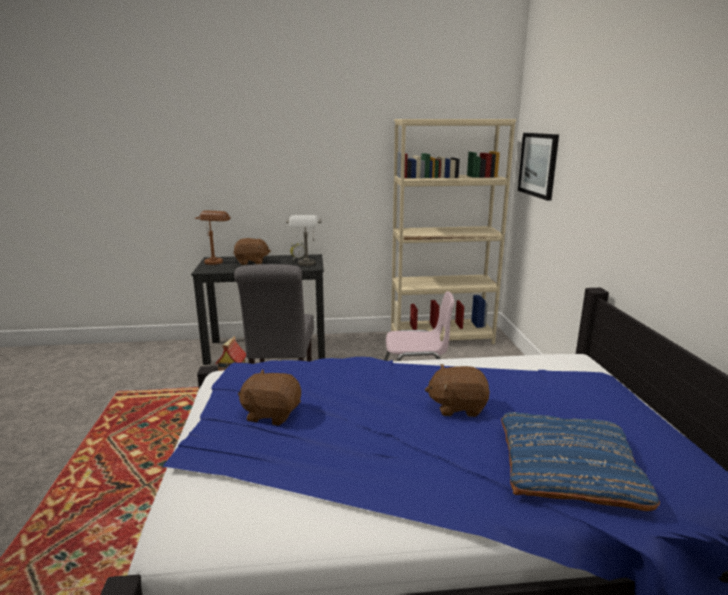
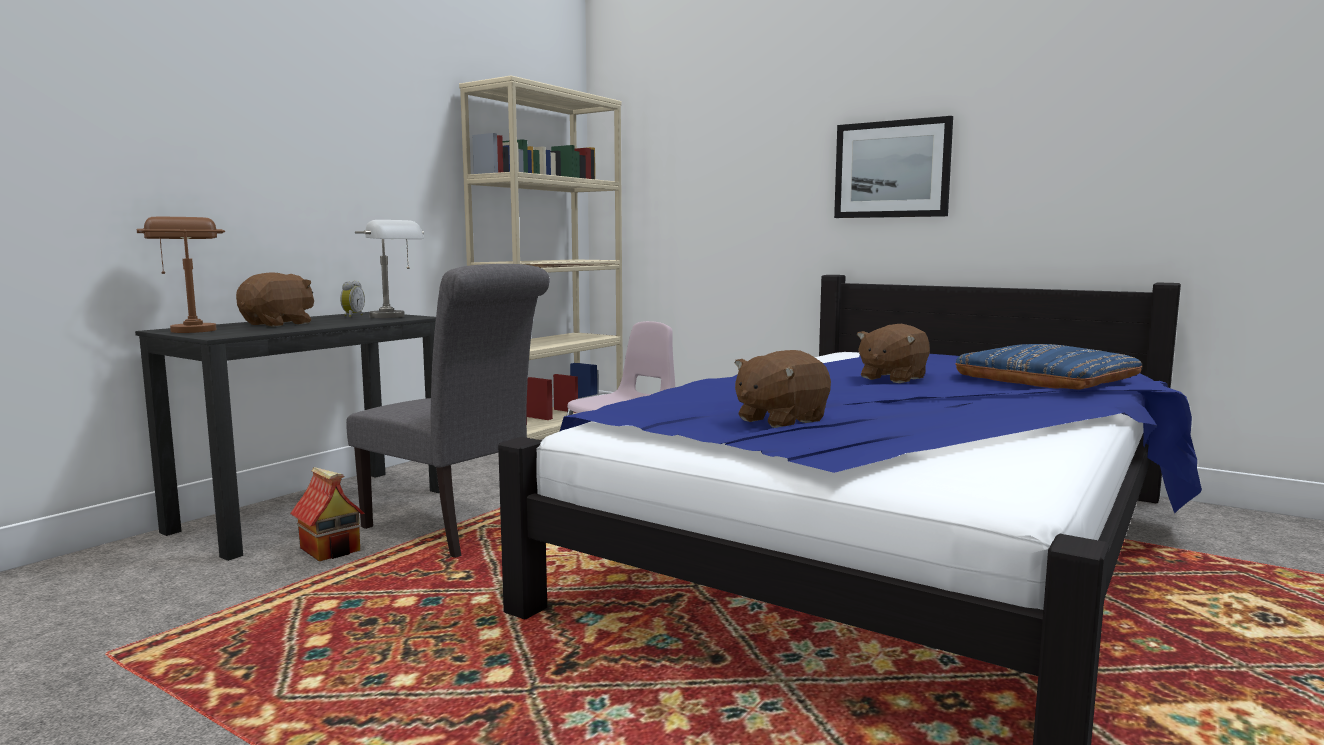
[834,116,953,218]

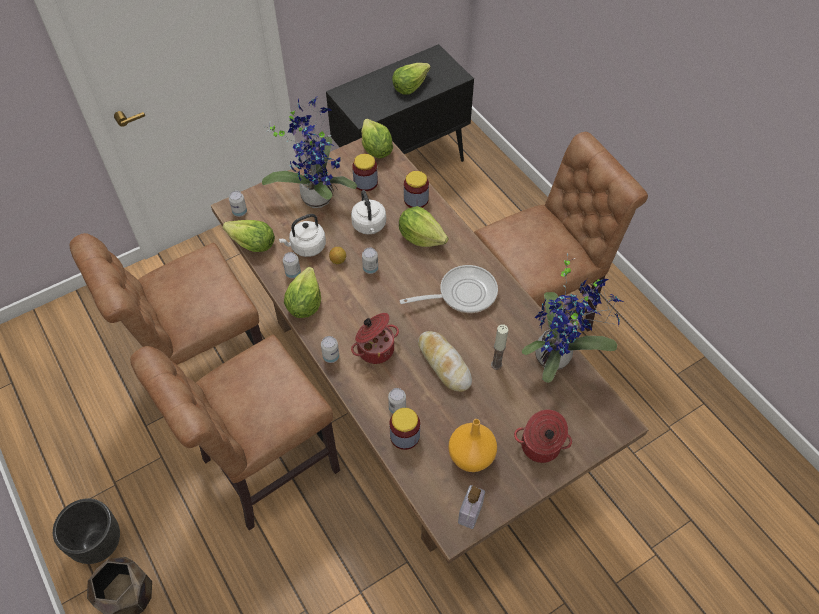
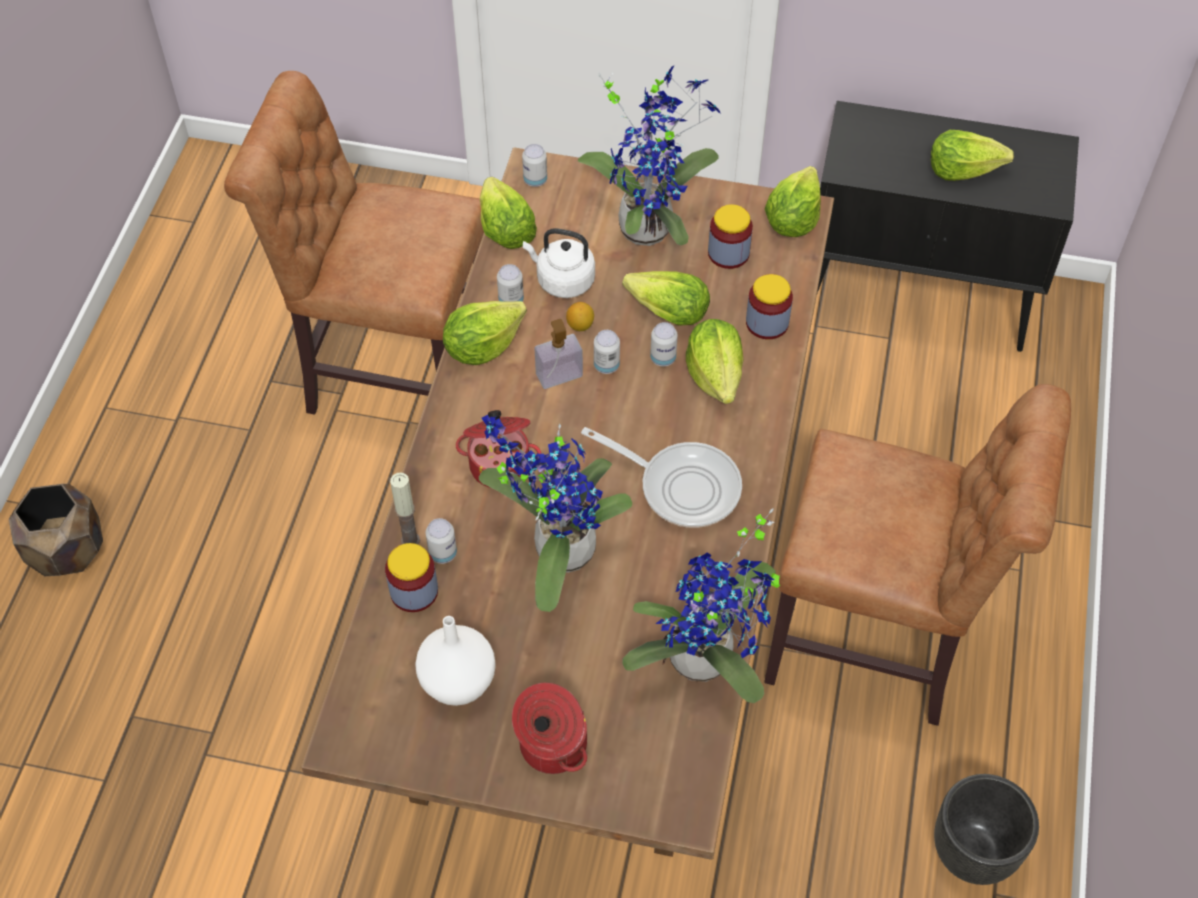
[934,774,1039,885]
[130,334,340,530] (first image)
[650,322,678,367]
[622,271,710,325]
[479,415,632,612]
[415,616,496,706]
[534,319,583,389]
[390,472,420,545]

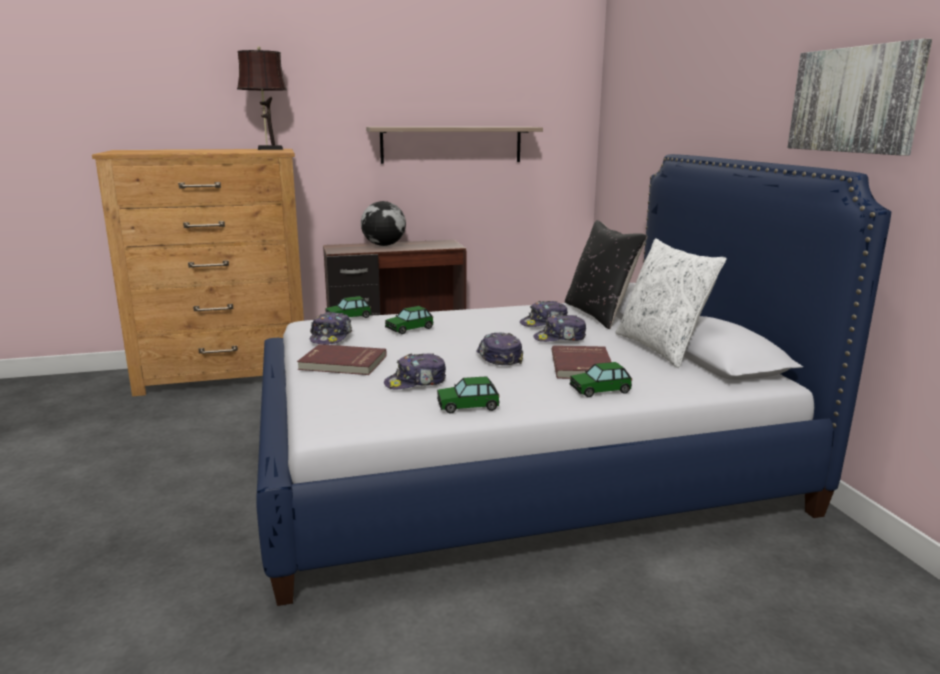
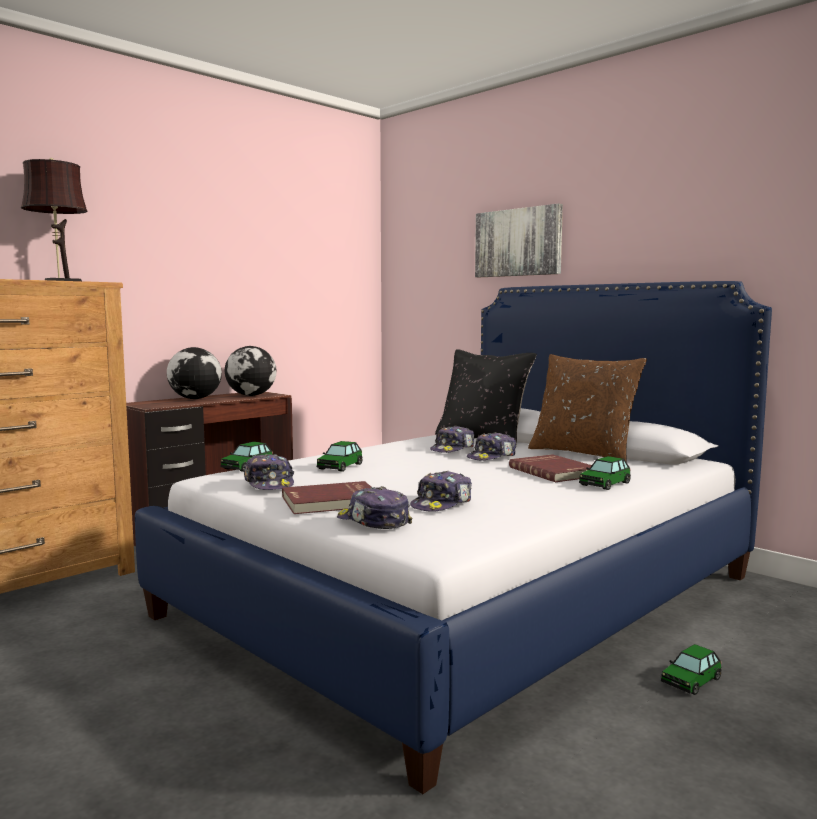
[366,127,543,164] (first image)
[661,644,721,695]
[337,486,412,529]
[528,354,647,462]
[475,203,563,277]
[225,346,277,396]

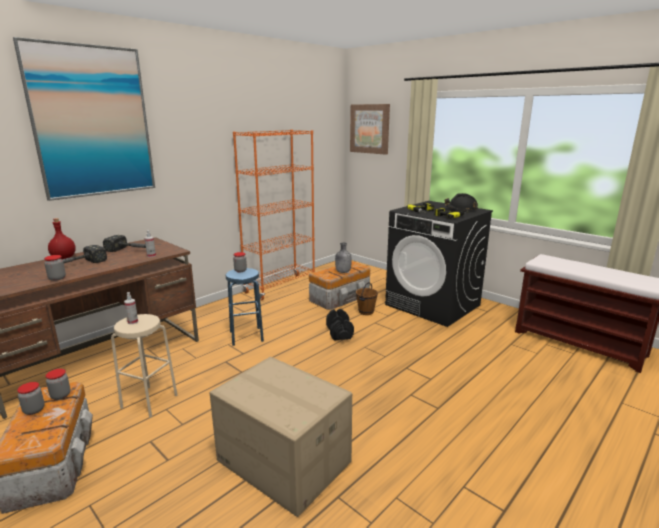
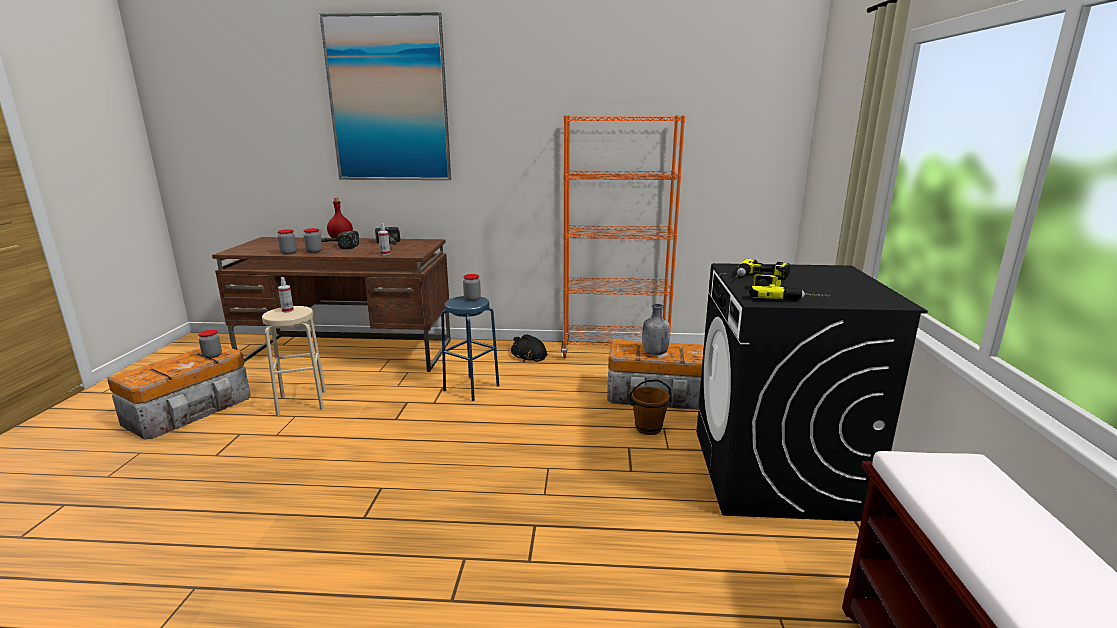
[303,228,322,253]
[210,357,352,517] (first image)
[326,309,354,341] (first image)
[350,104,390,155] (first image)
[511,334,547,362]

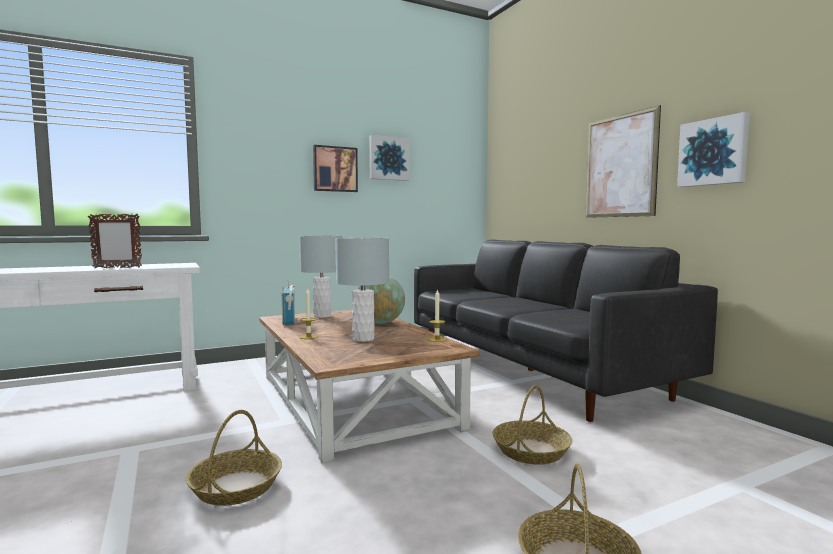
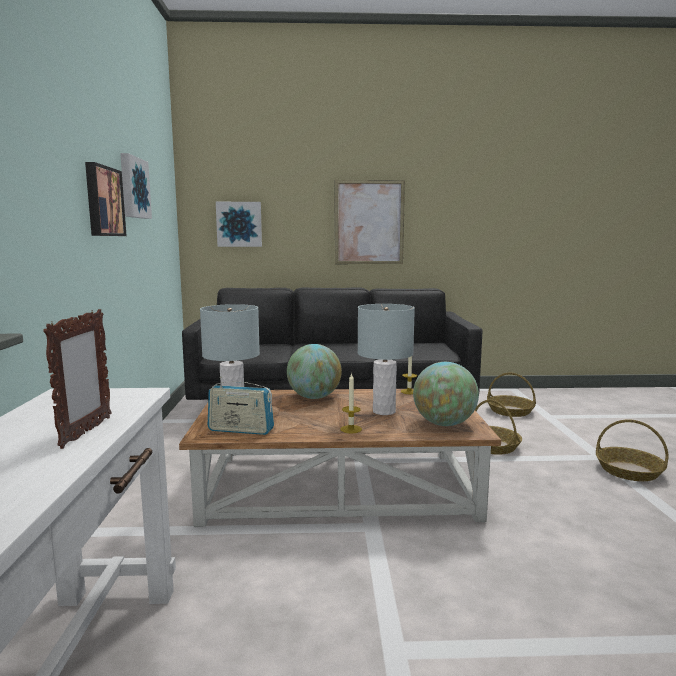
[487,373,536,417]
[216,202,262,247]
[413,362,479,426]

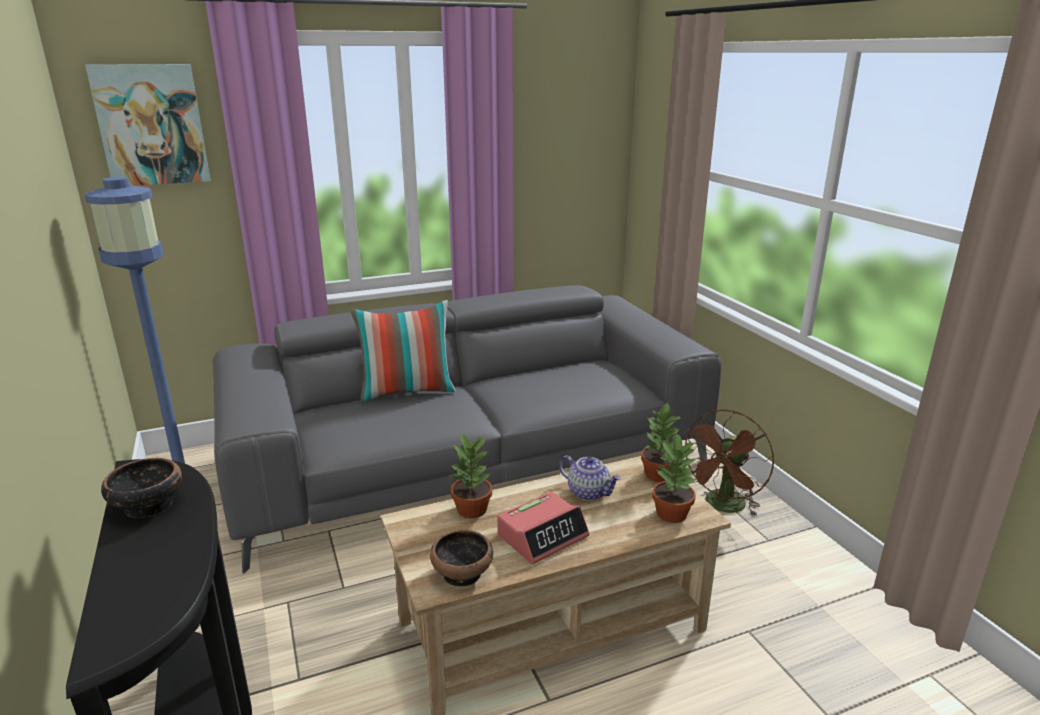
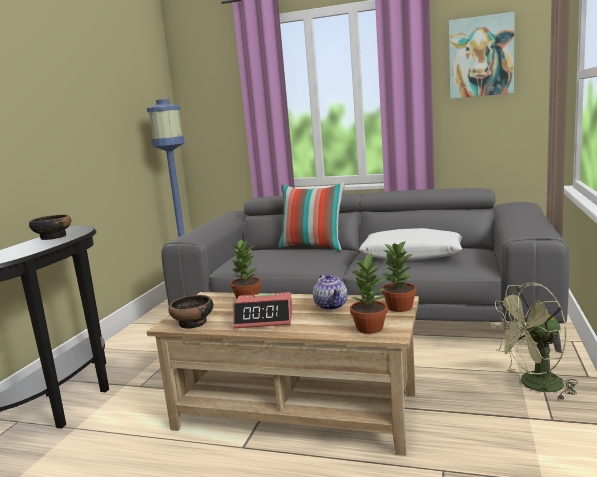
[449,12,515,99]
[491,283,578,401]
[359,228,462,260]

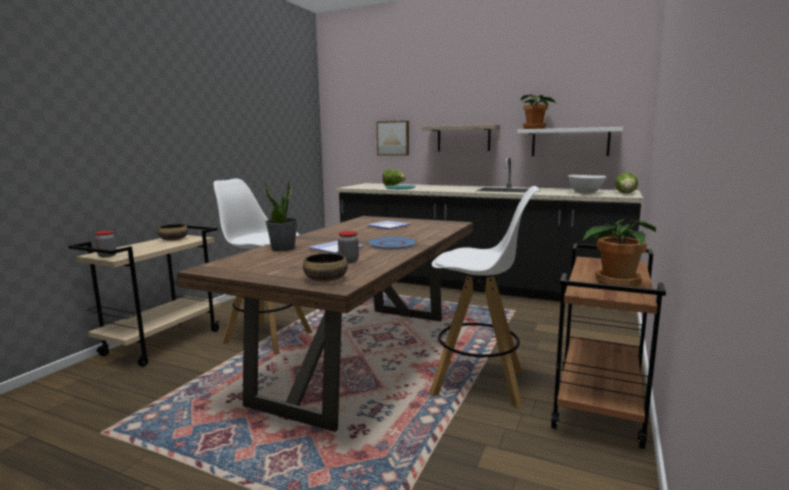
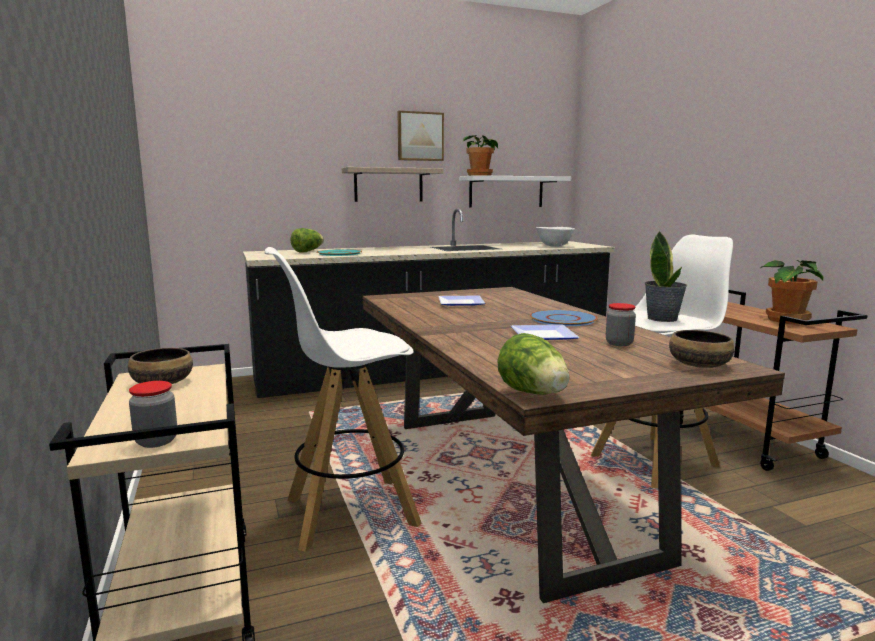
[645,230,687,322]
[398,111,444,161]
[497,333,569,395]

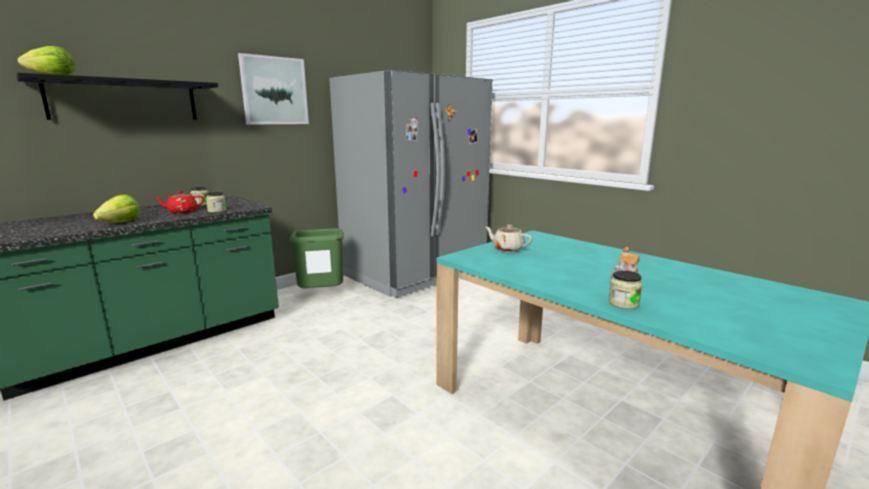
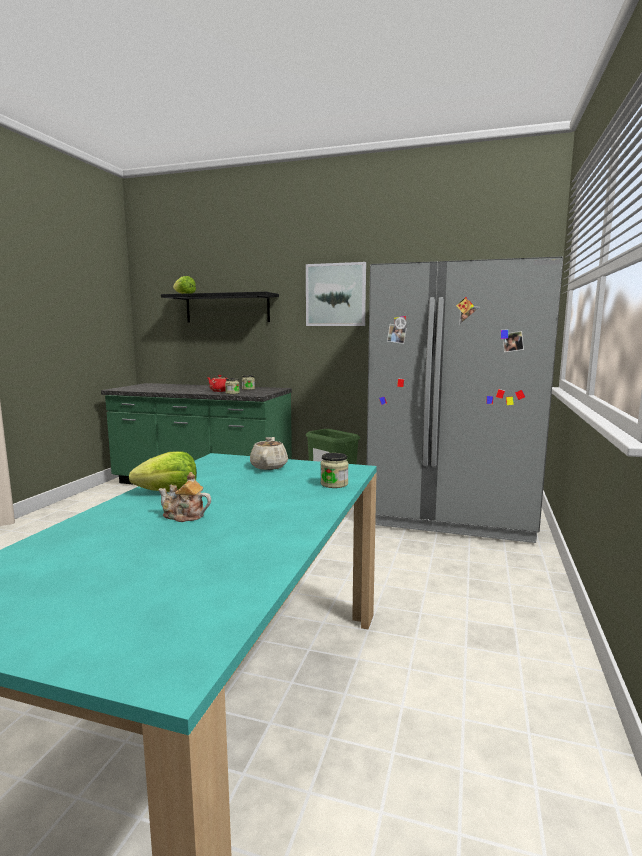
[129,451,197,492]
[321,453,348,488]

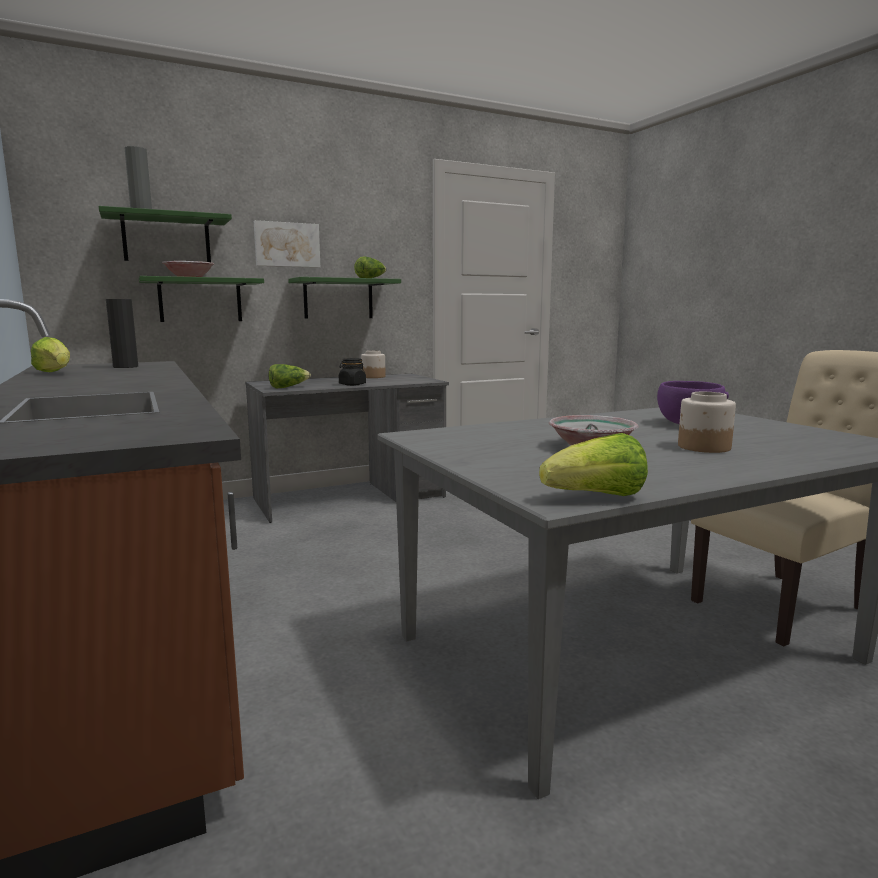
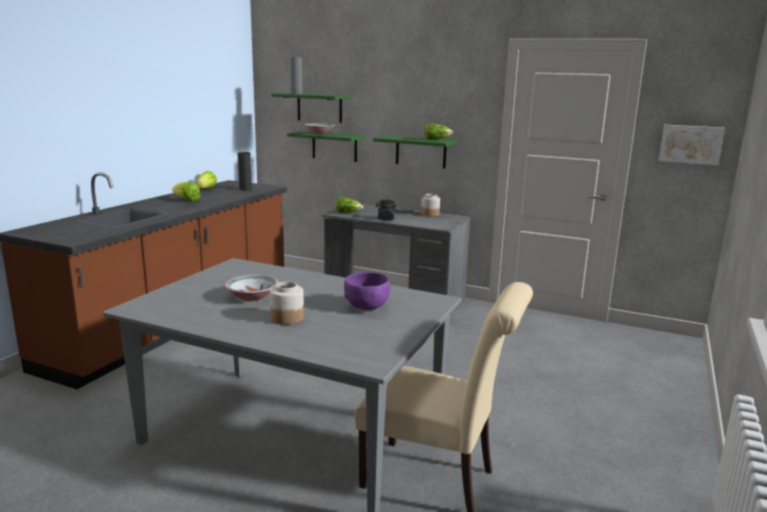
[658,125,725,165]
[172,182,201,201]

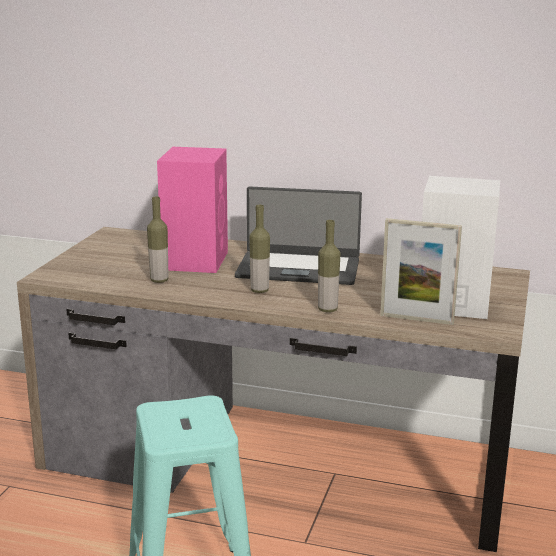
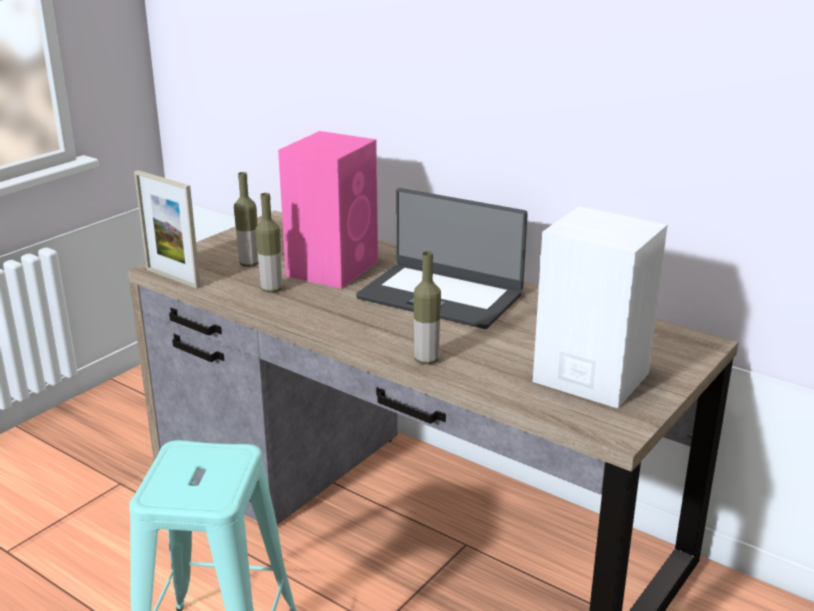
[234,172,259,267]
[134,170,201,289]

